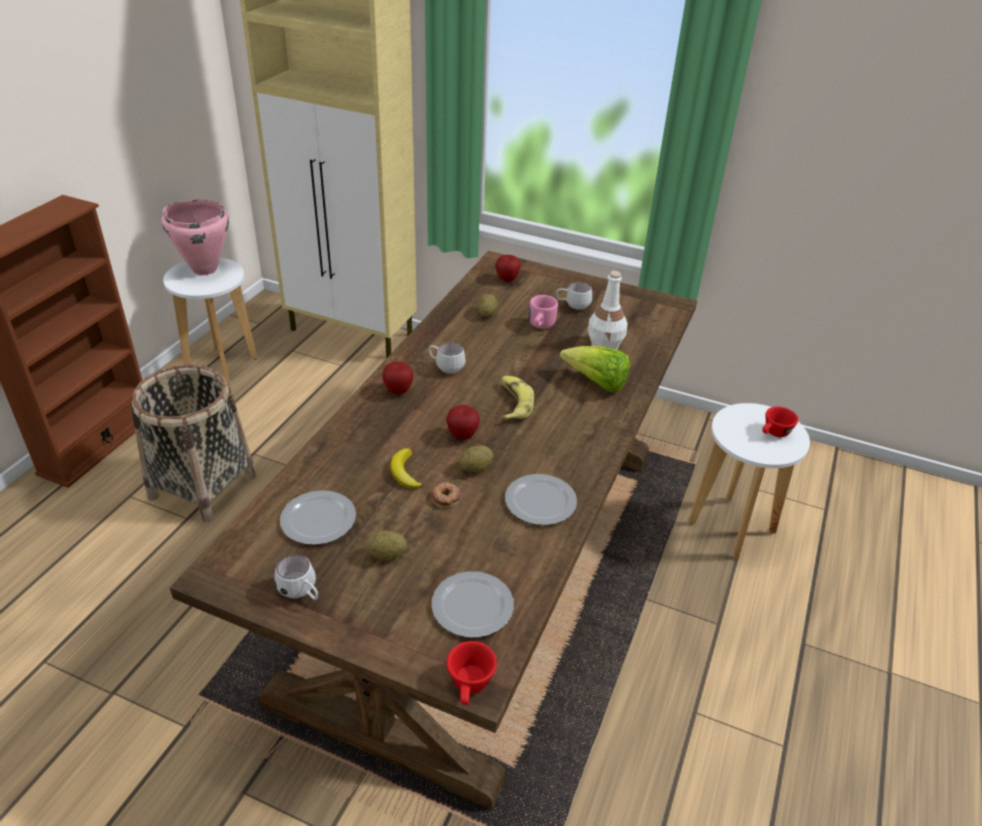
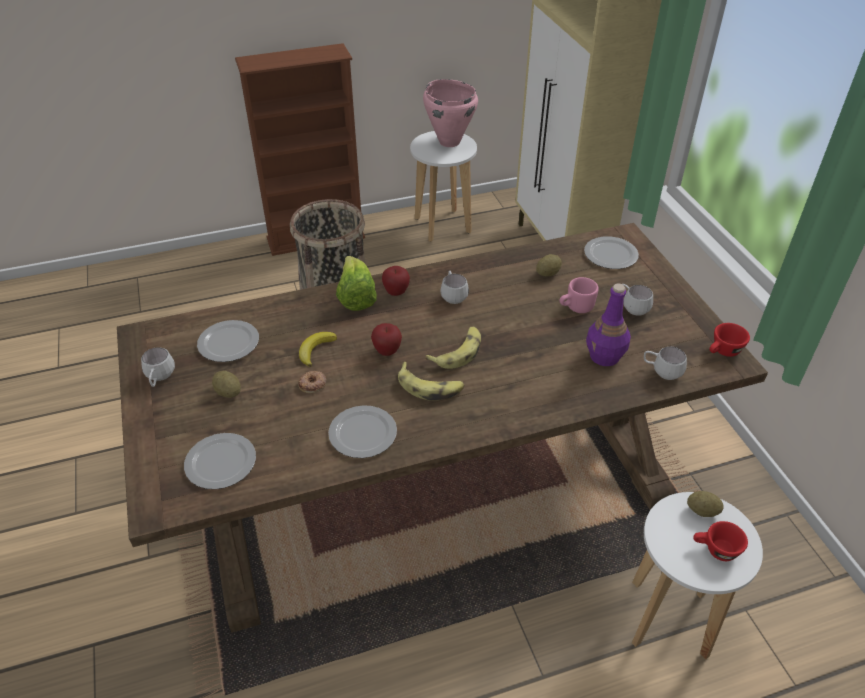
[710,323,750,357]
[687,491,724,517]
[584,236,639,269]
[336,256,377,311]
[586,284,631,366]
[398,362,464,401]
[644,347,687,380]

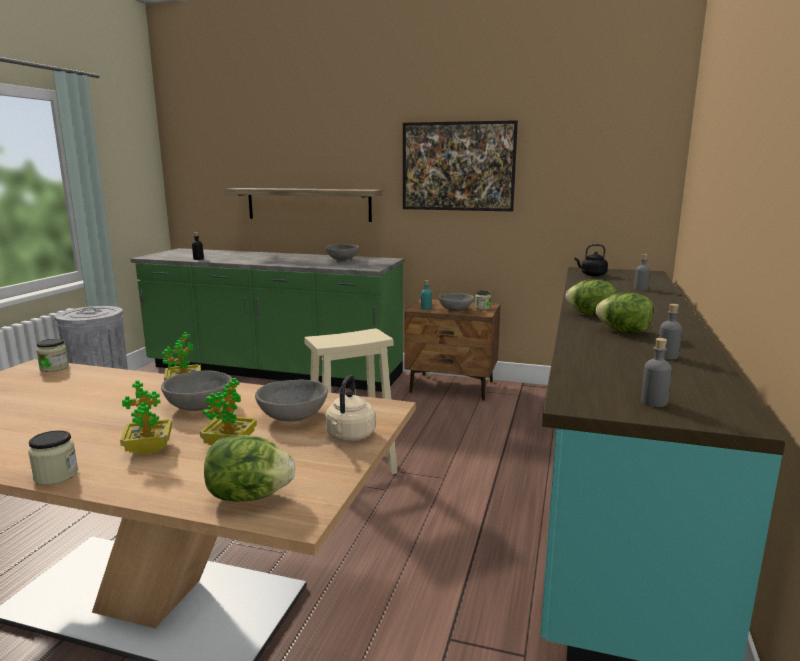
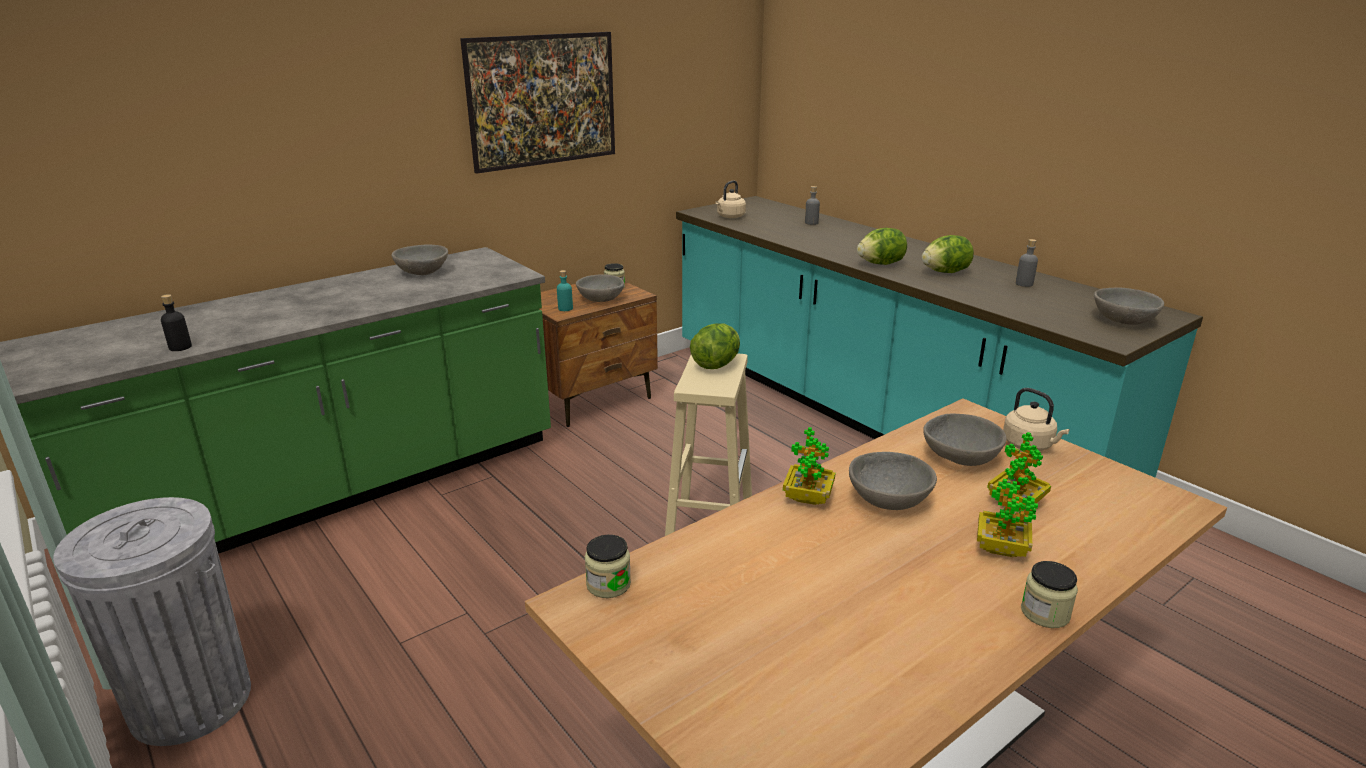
[690,323,740,369]
[225,188,383,222] (first image)
[715,180,746,218]
[1094,288,1164,325]

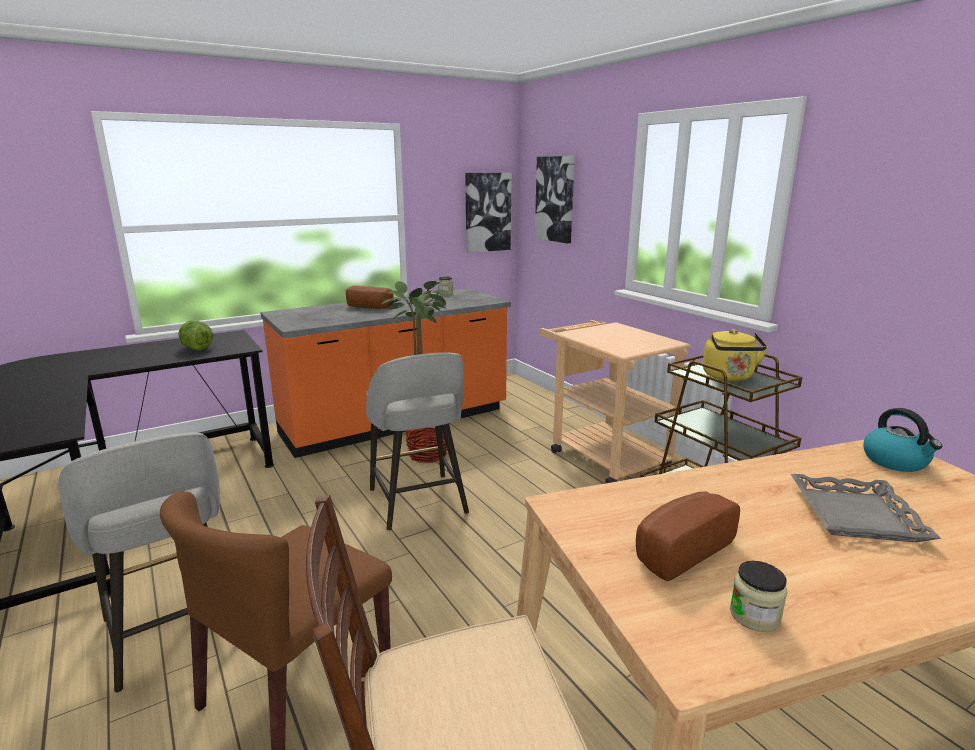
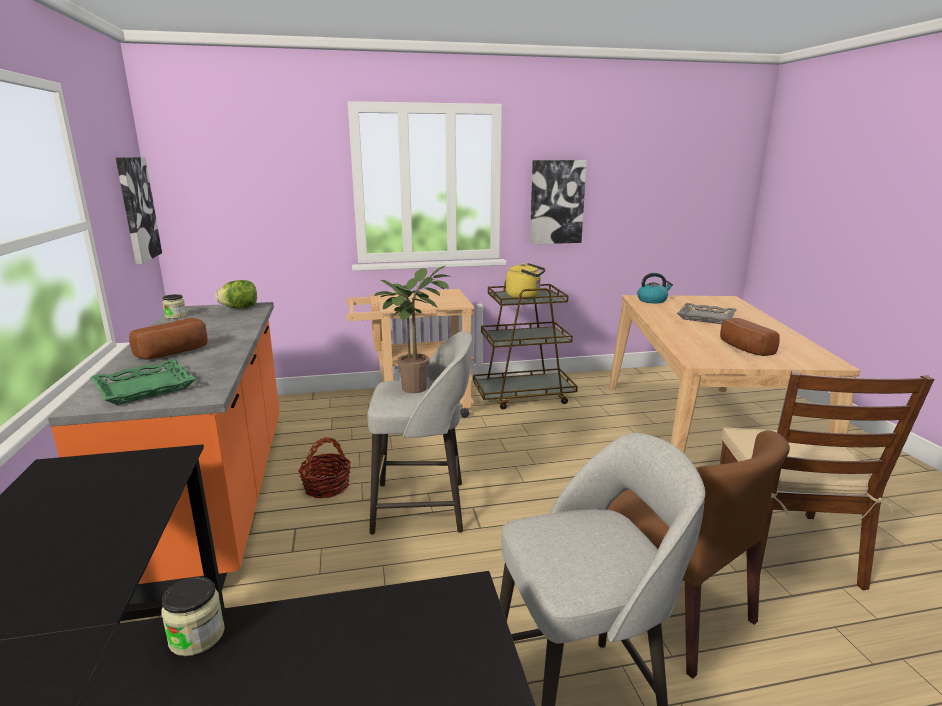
[215,280,257,309]
[530,160,587,244]
[161,577,225,656]
[90,359,197,405]

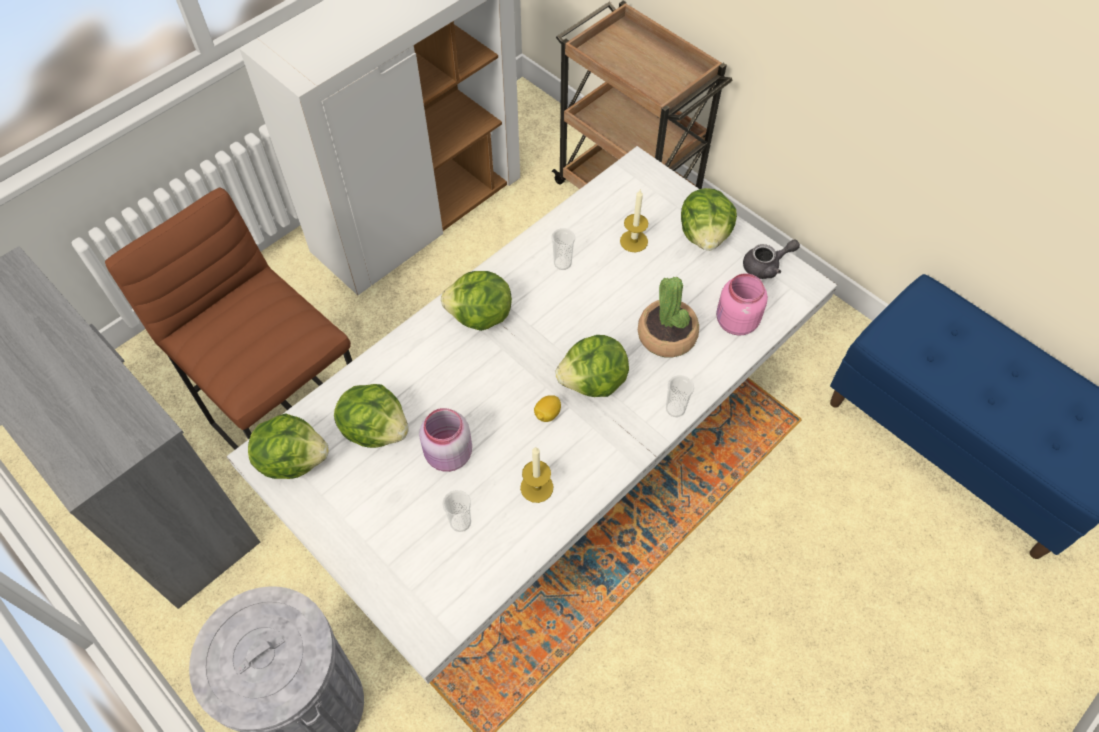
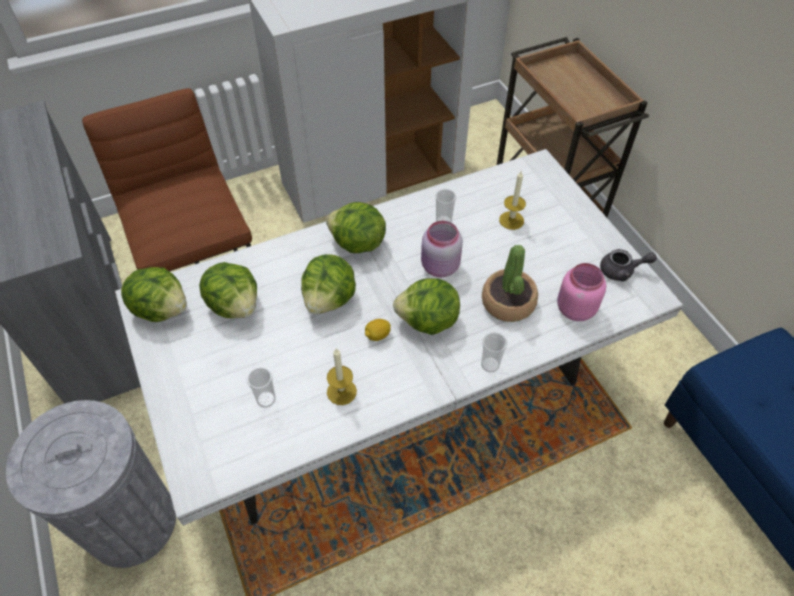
[421,221,463,277]
[301,254,356,314]

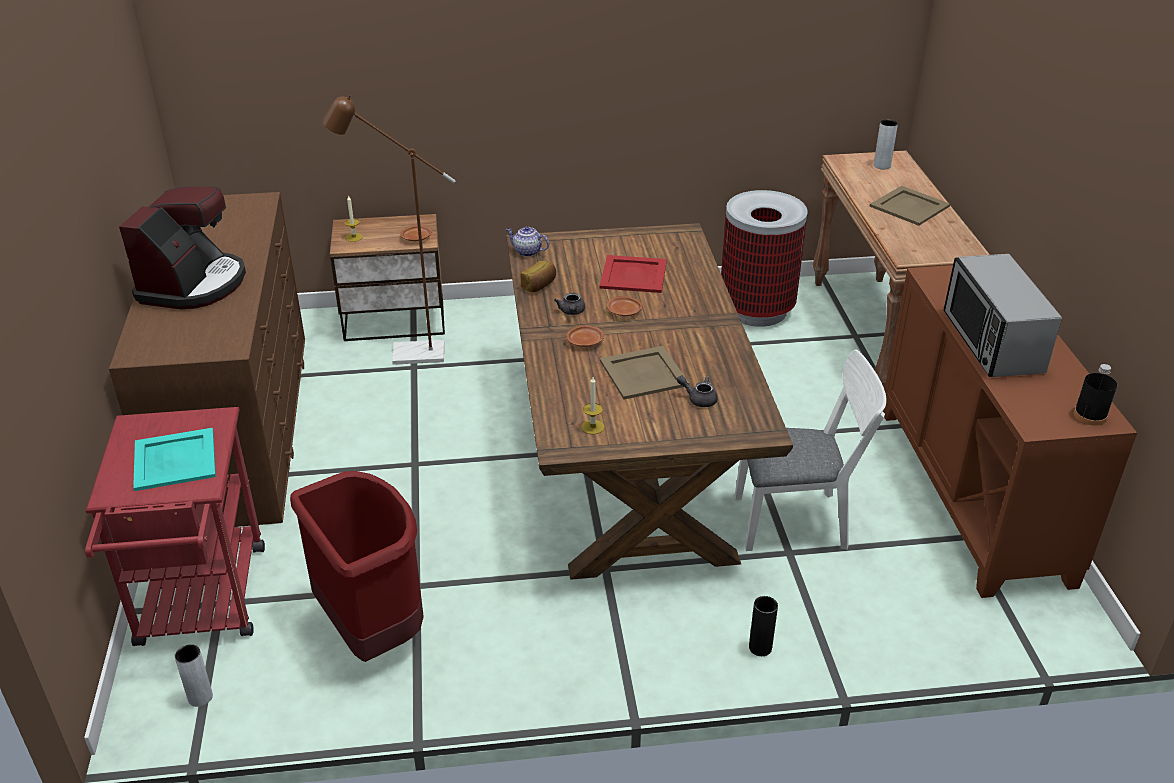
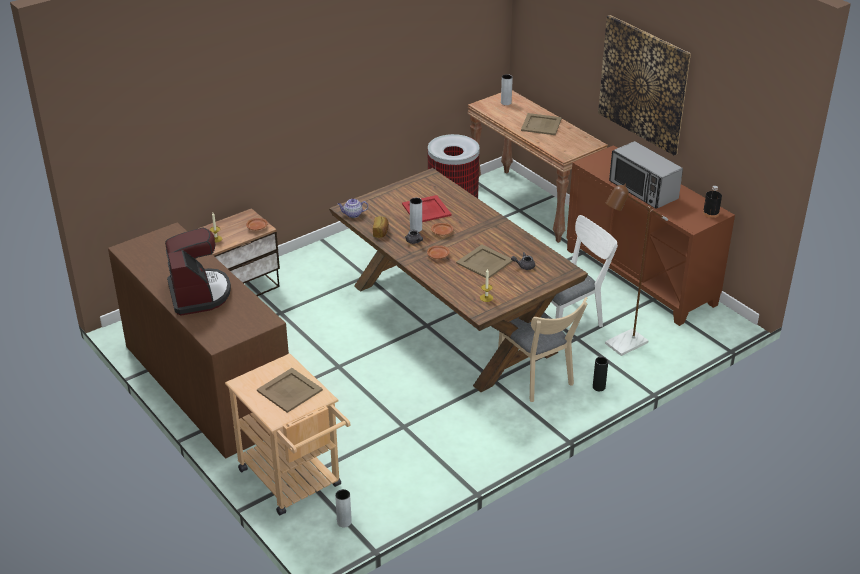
[225,353,350,515]
[257,368,323,413]
[290,471,424,662] (first image)
[605,183,668,356]
[410,198,422,232]
[498,297,587,402]
[598,15,691,155]

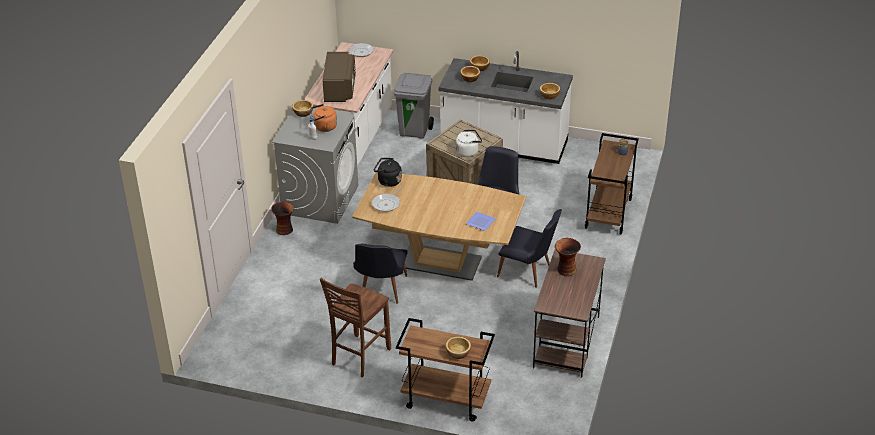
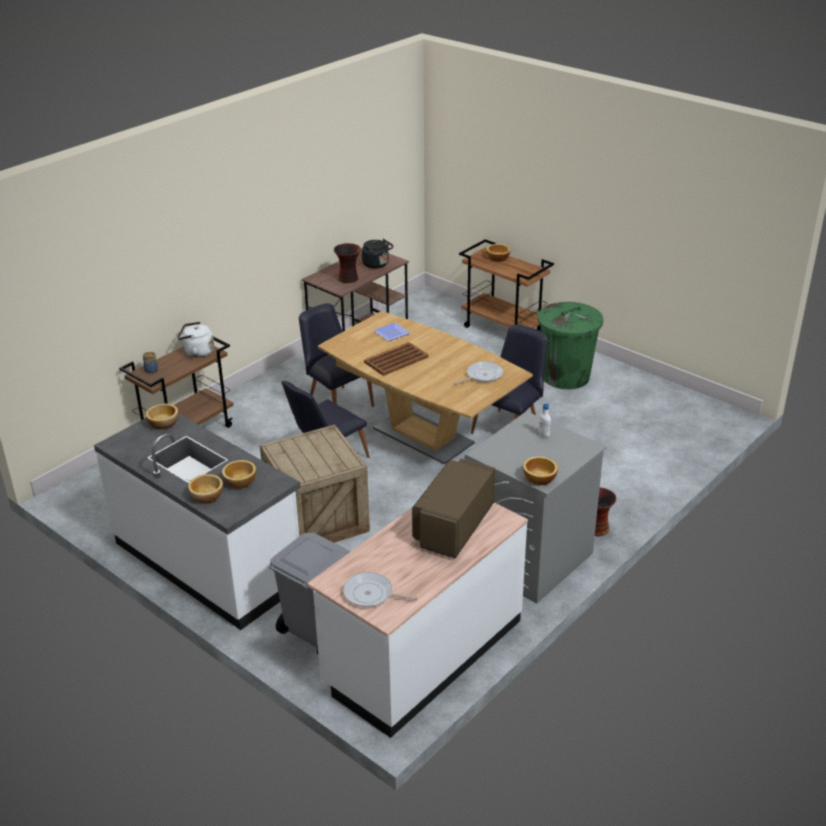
[311,104,337,132] (first image)
[538,302,603,389]
[362,239,393,269]
[177,322,214,357]
[364,342,429,376]

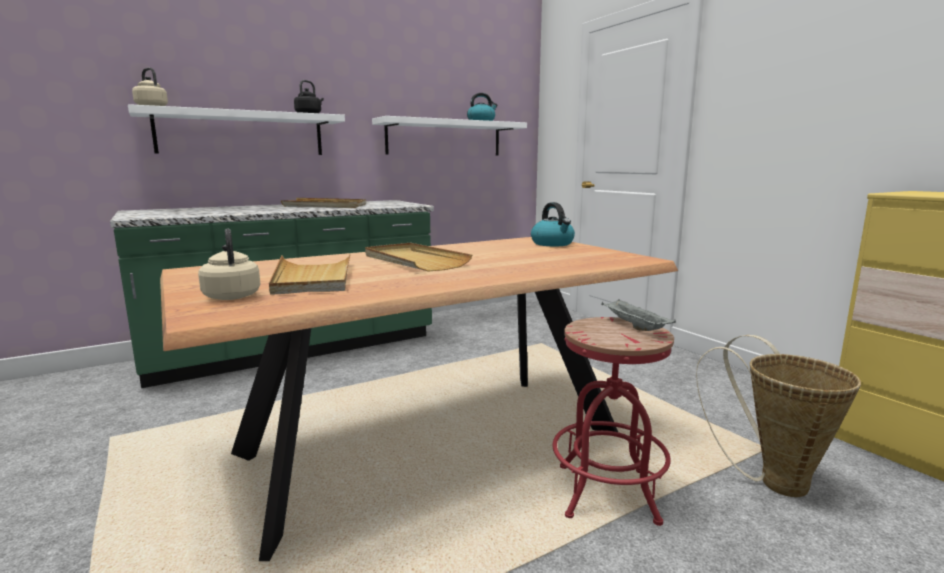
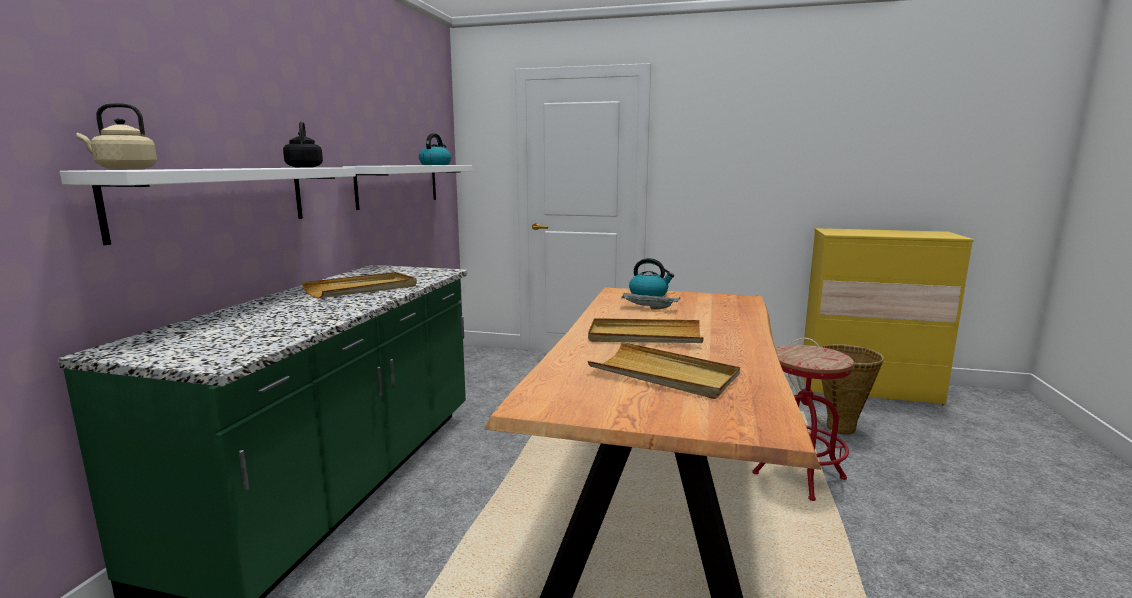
[198,228,260,300] (first image)
[621,292,680,310]

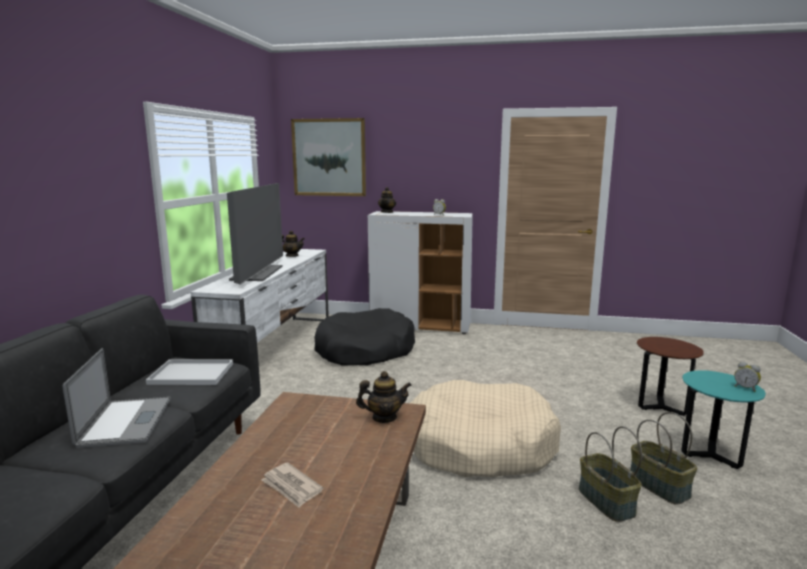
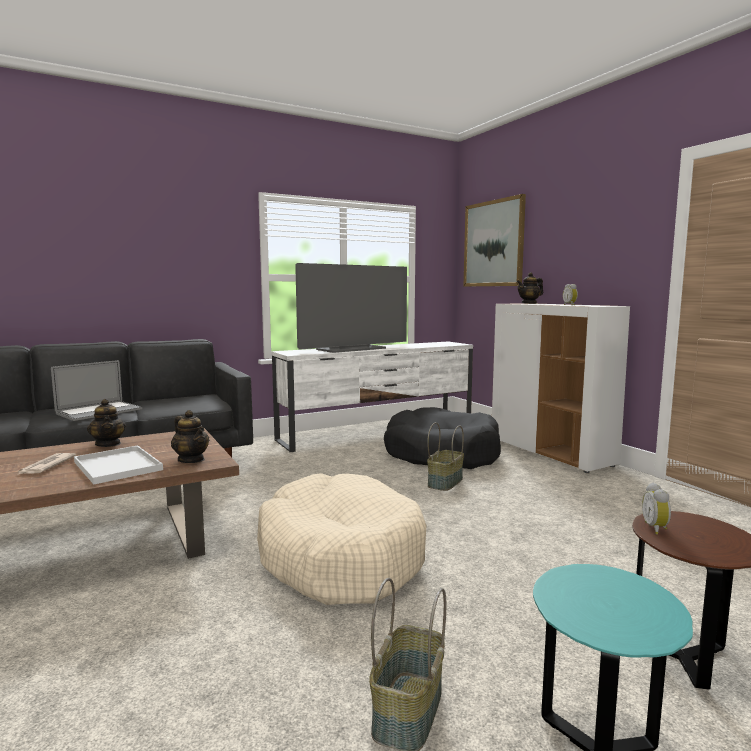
[74,445,163,484]
[87,399,126,447]
[427,422,464,491]
[642,483,671,534]

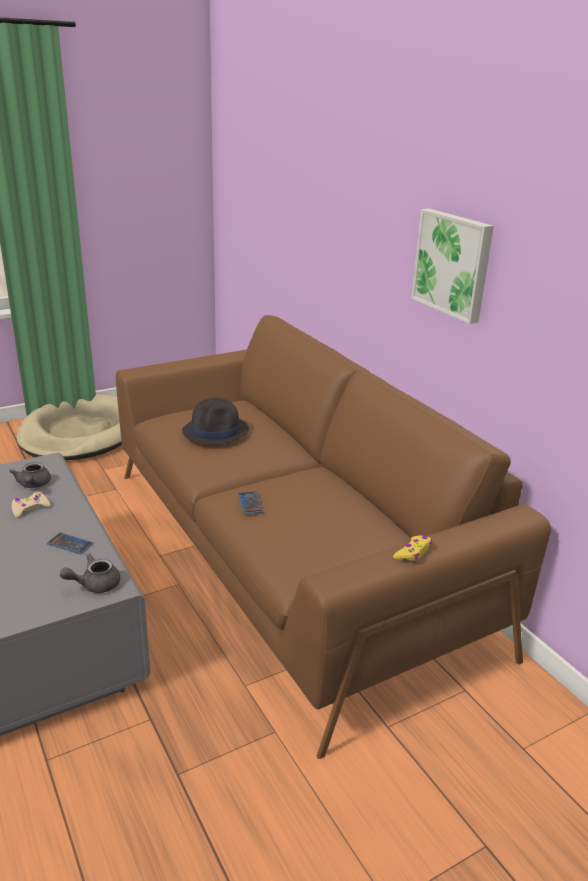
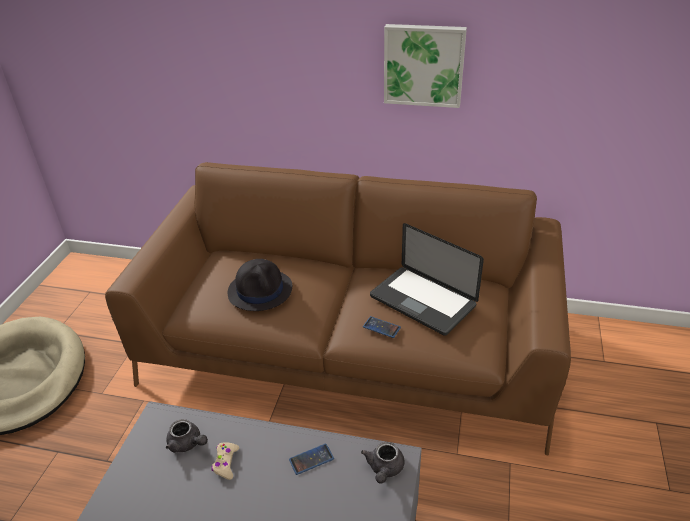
[393,535,432,561] (first image)
[370,223,484,336]

